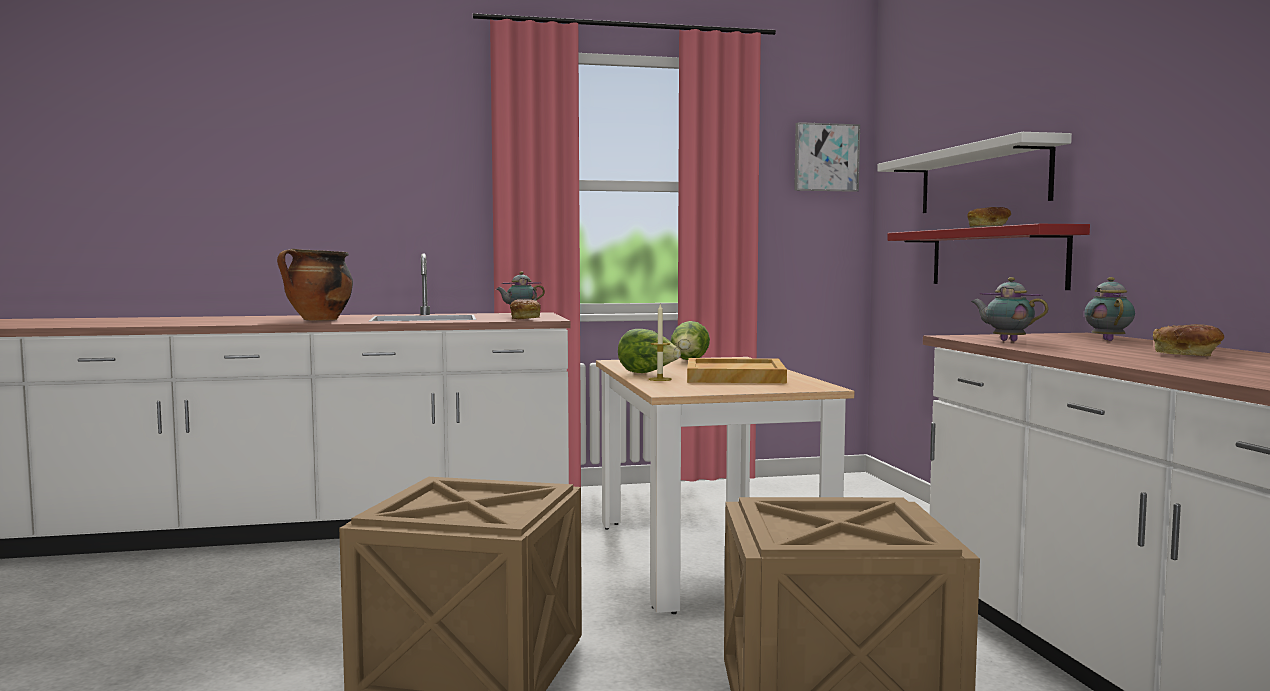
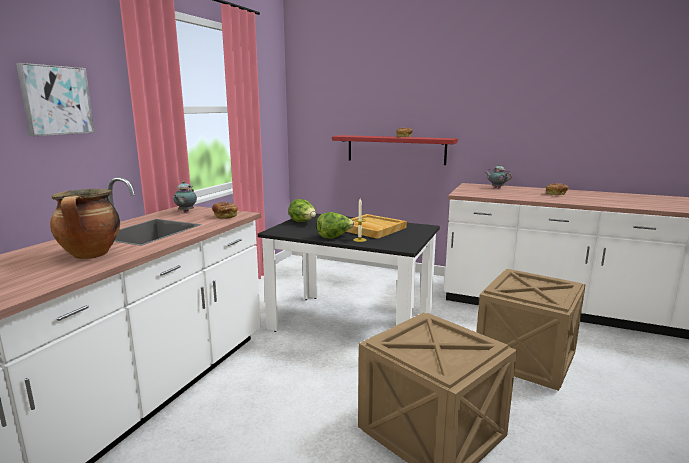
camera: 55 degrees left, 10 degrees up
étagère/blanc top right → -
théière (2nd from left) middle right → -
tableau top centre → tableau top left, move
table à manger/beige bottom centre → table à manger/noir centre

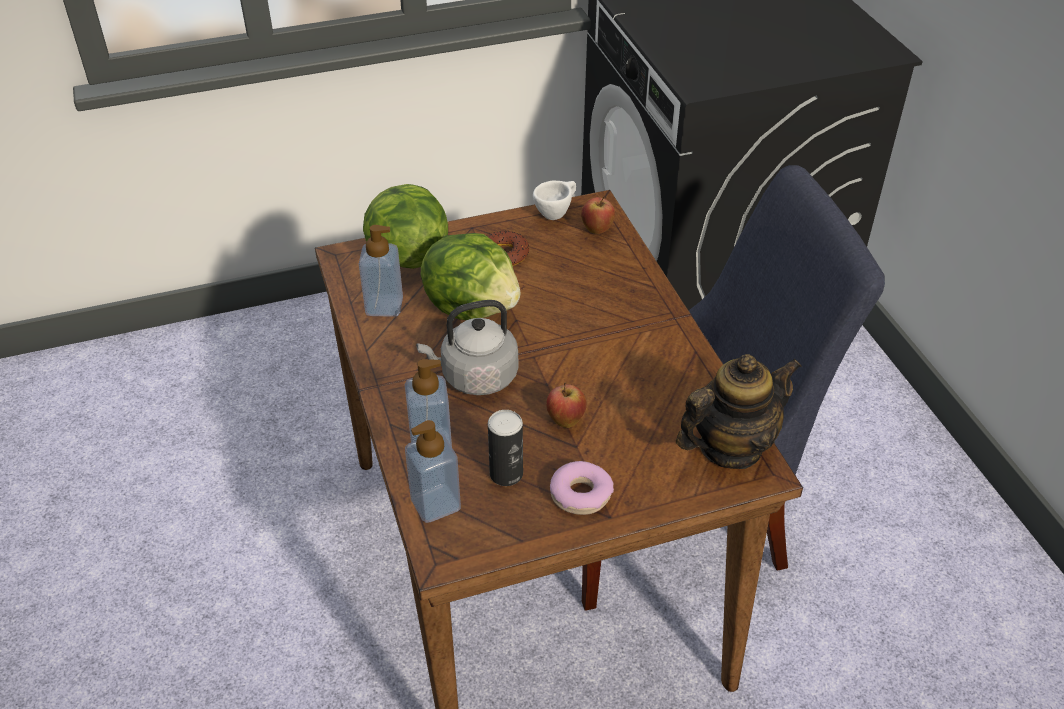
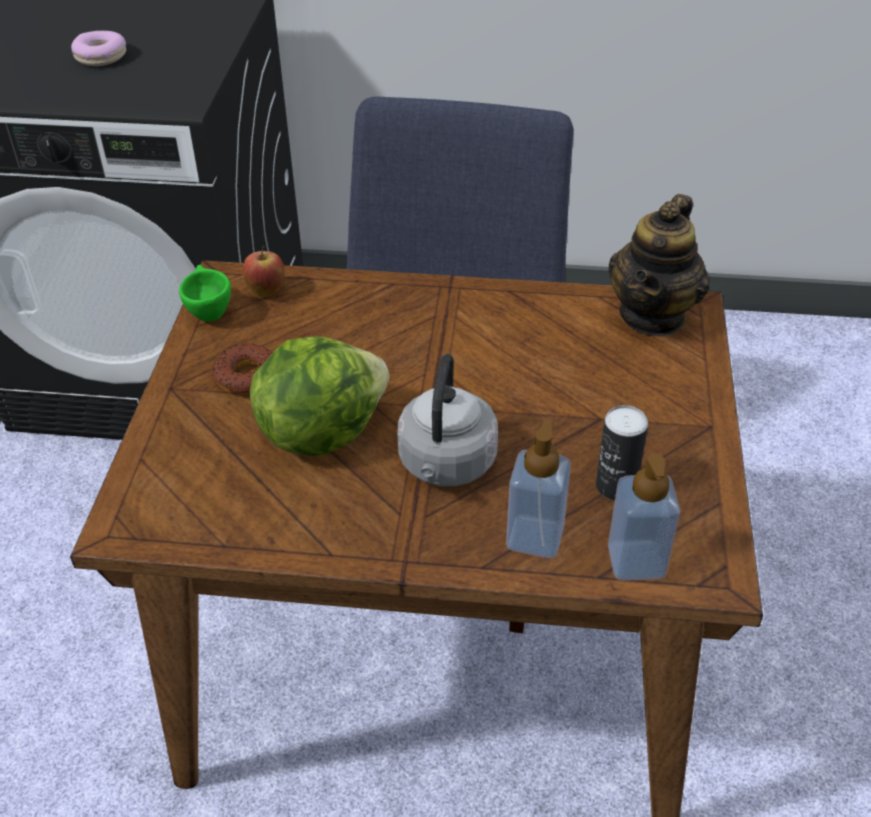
camera: 65 degrees left, 0 degrees up
distributeur de savon (1st from left) centre → -
laitue (1st from left) top centre → -
pomme (1st from left) centre → -
beignet (2nd from left in the first image) bottom centre → beignet (1st from left) top left, move
tasse/blanc top centre → tasse/vert middle left
théière middle right → théière top right, 150 degrees counterclockwise

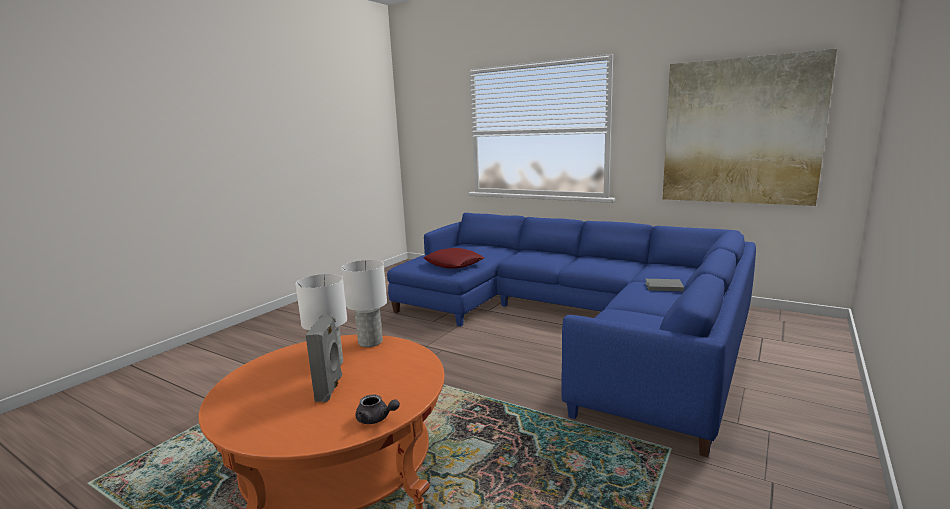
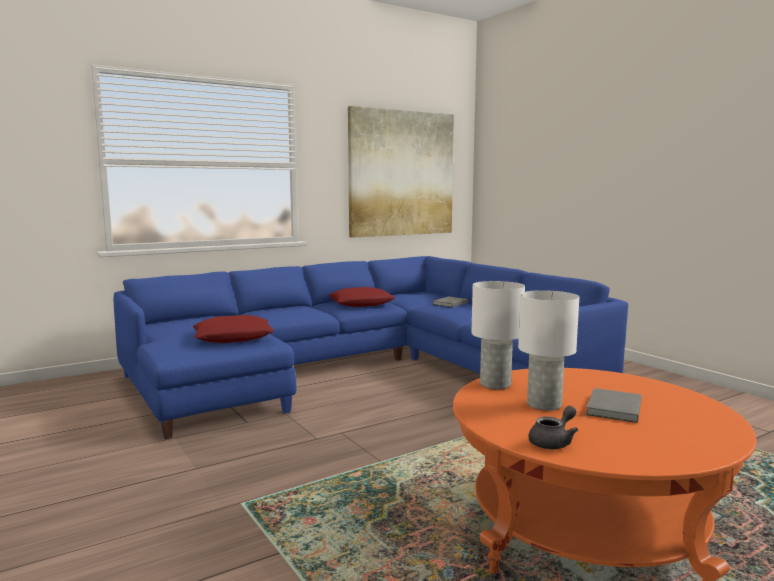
camera: 65 degrees left, 5 degrees down
- → coussin/rouge (2nd from left) centre
théière/gris bottom centre → théière/gris bottom right, move
enceinte/gris bottom centre → livre/gris (2nd from left) bottom right

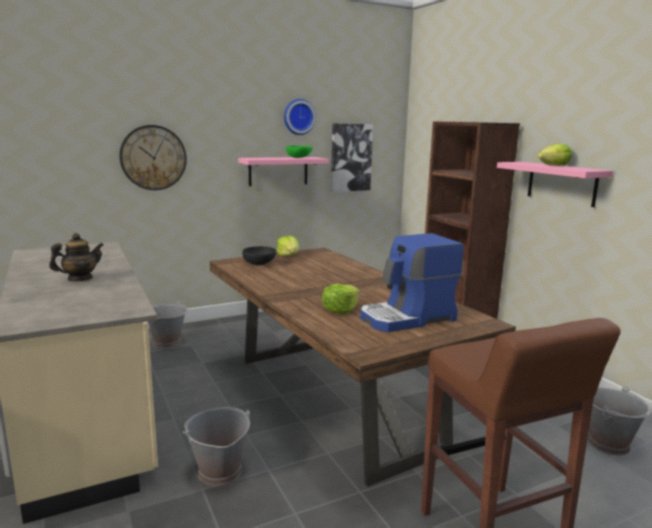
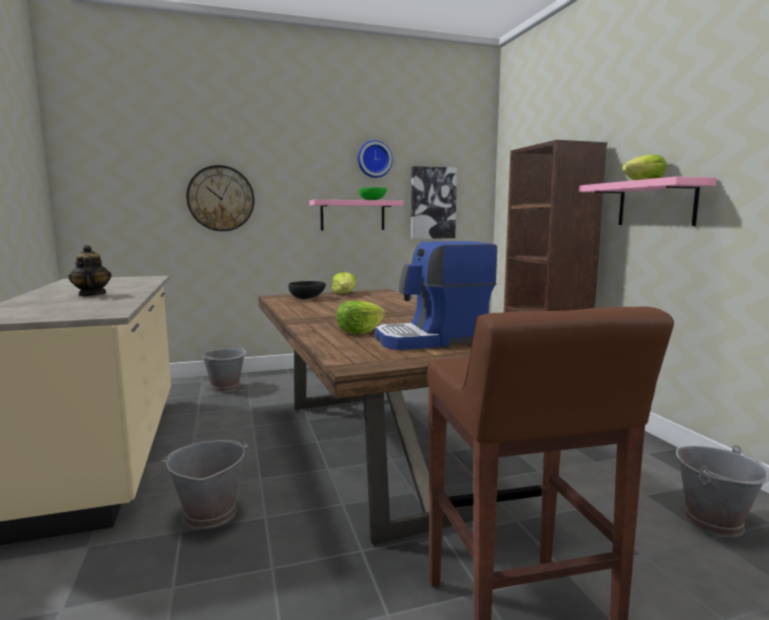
camera: 10 degrees right, 5 degrees down
théière middle left, 90 degrees counterclockwise

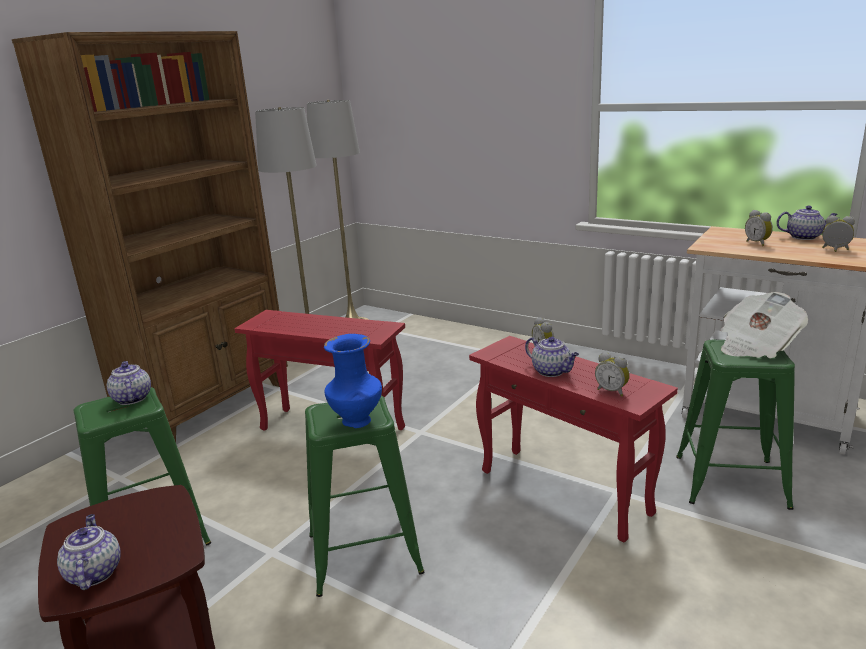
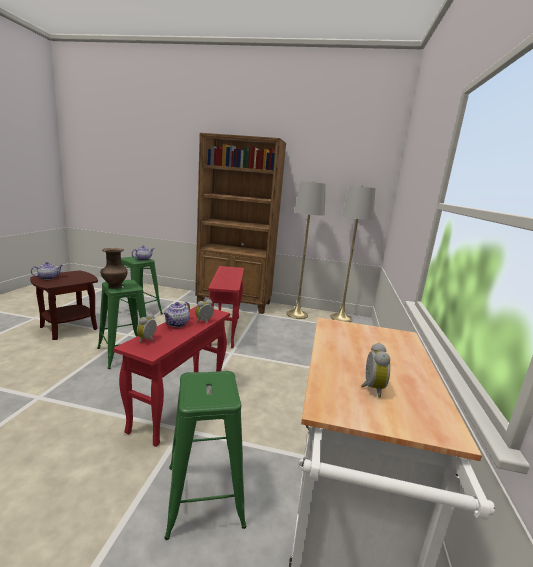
camera: 65 degrees right, 5 degrees down
journal middle right → -
réveil (3rd from left) middle right → -
théière (4th from left) middle right → -
vase/bleu centre → vase/marron middle left

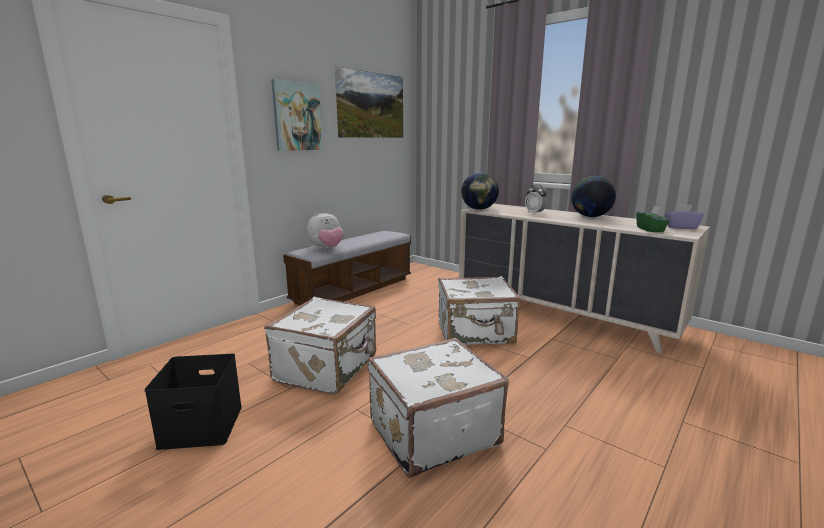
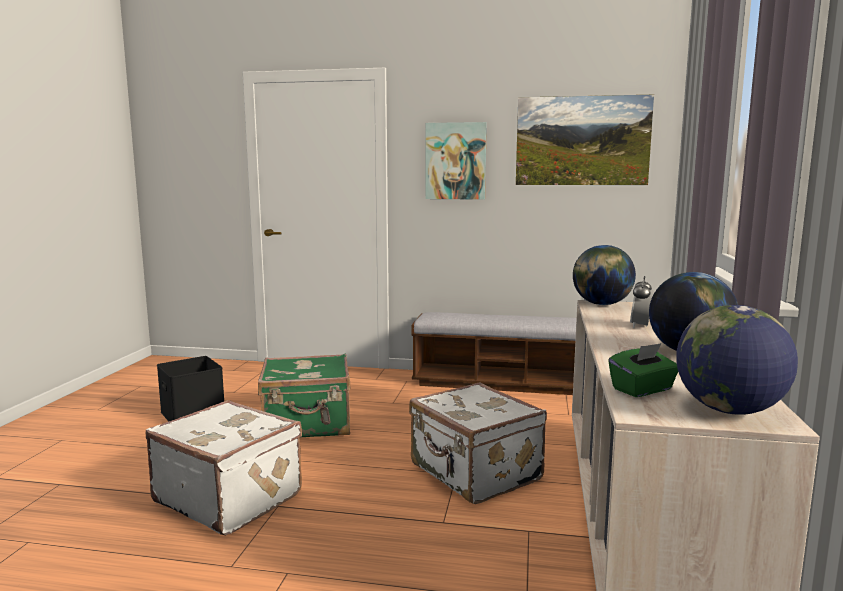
camera: 60 degrees right, 5 degrees down
peluche centre → -
boîte à mouchoirs/violet middle right → globe (3rd from left) middle right
valise/blanc (1st from left) centre → valise/vert bottom centre

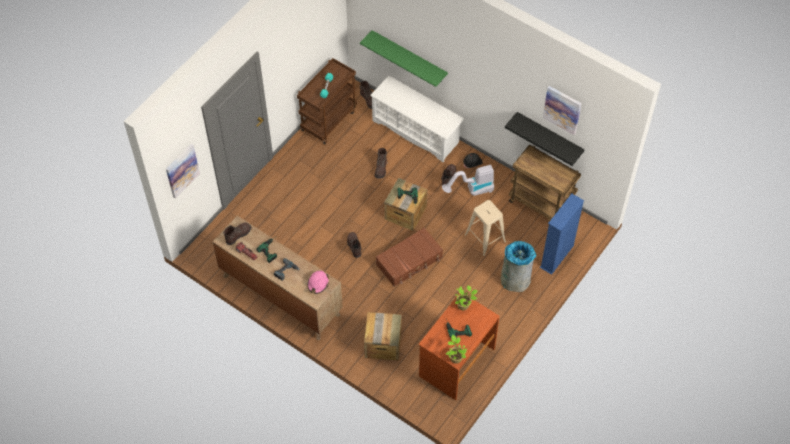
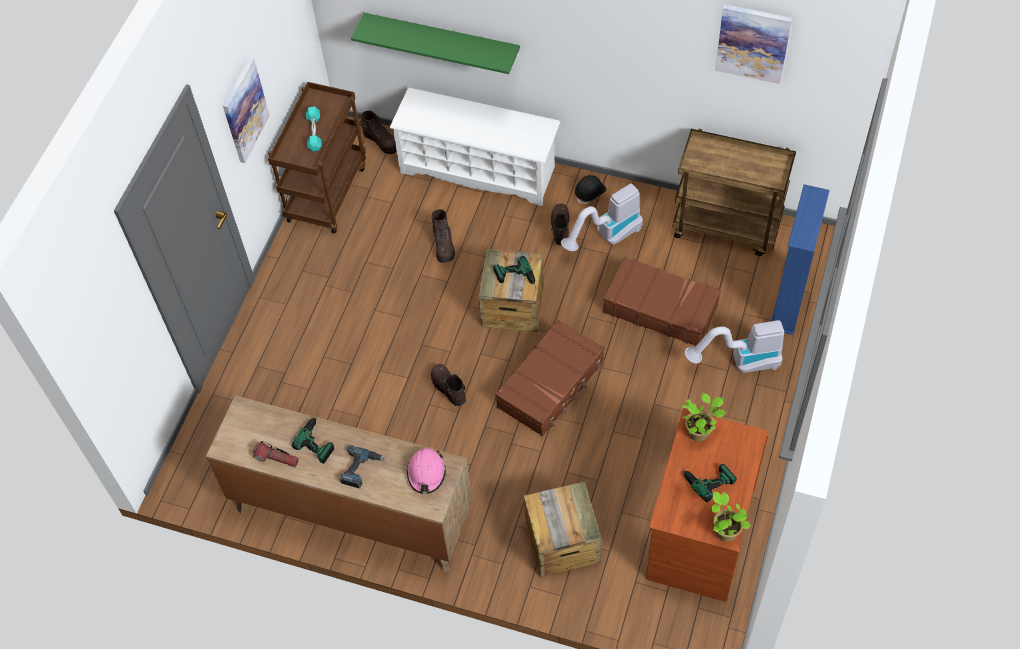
camera: 15 degrees left, 0 degrees up
botte/marron (1st from left) middle left → -
étagère/noir top right → -
tableau (1st from left) middle left → tableau (1st from left) top left, move
tabouret/beige centre → valise/marron (2nd from left) centre
poubelle/gris centre → aspirateur (2nd from left) middle right

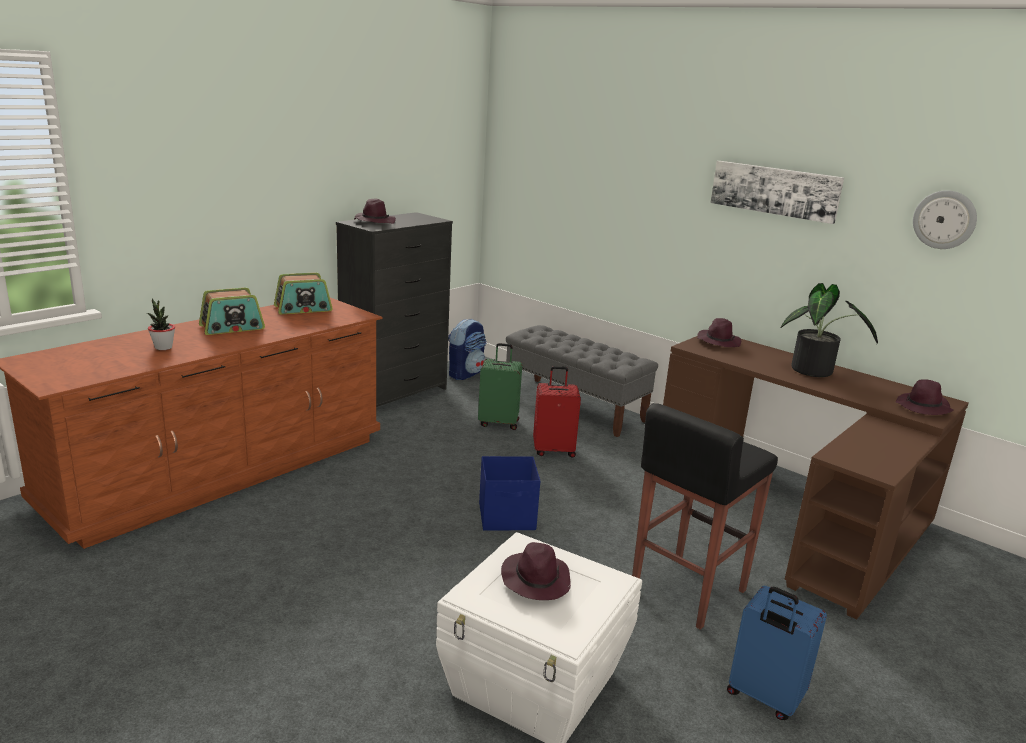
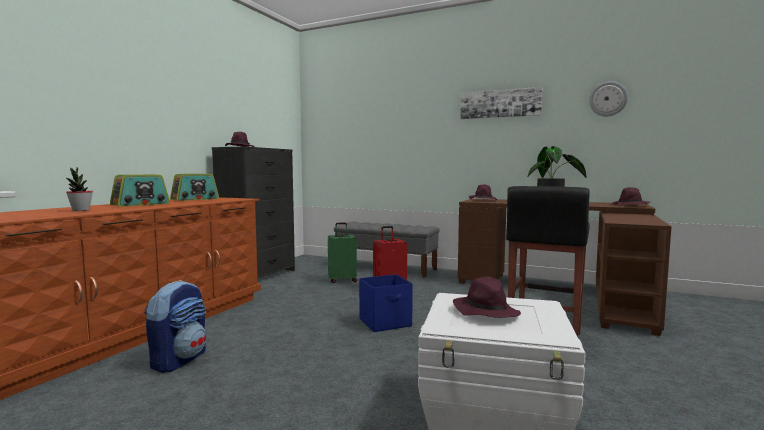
camera: 15 degrees left, 15 degrees down
valise/bleu bottom right → -
sac à dos centre → sac à dos bottom left, move

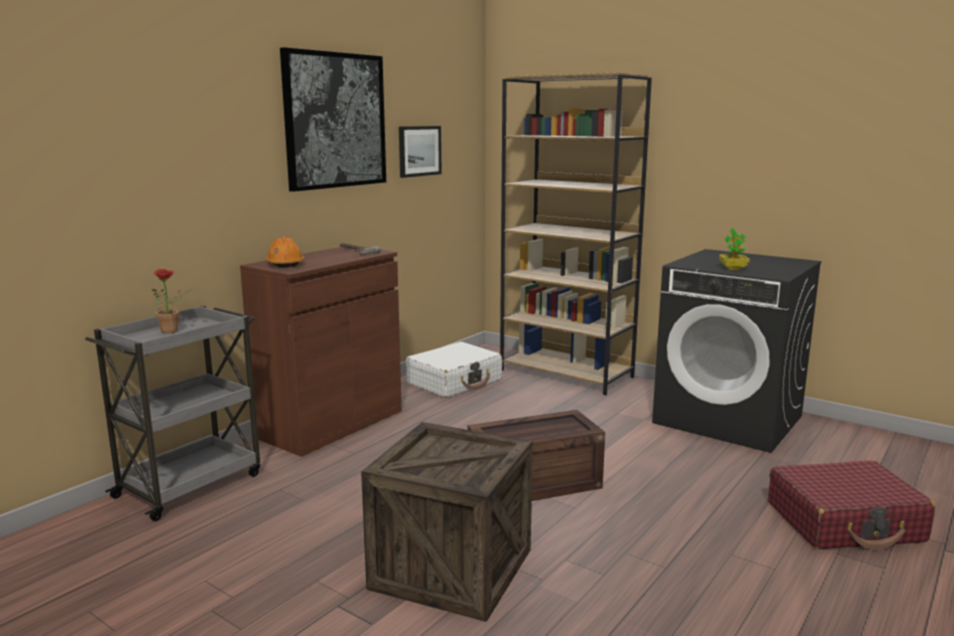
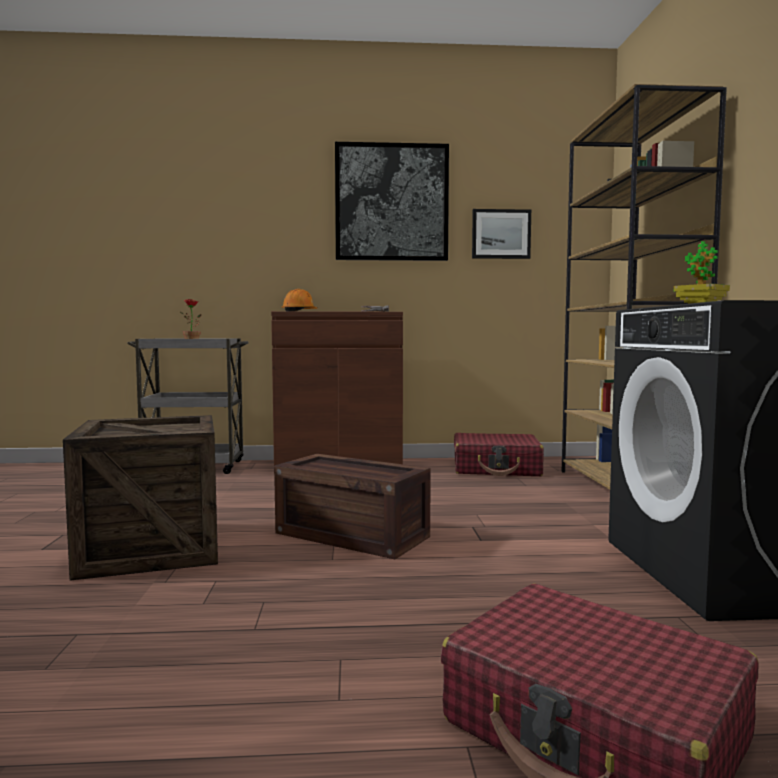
camera: 50 degrees right, 10 degrees down
valise/blanc centre → valise/rouge (1st from left) centre

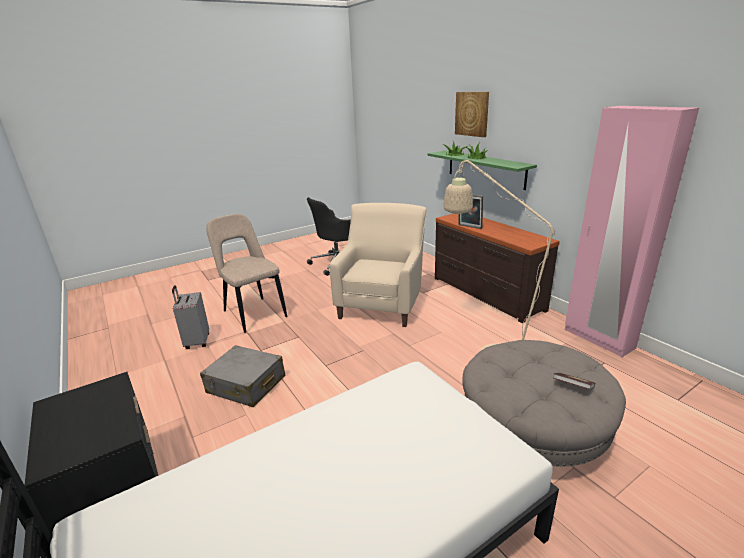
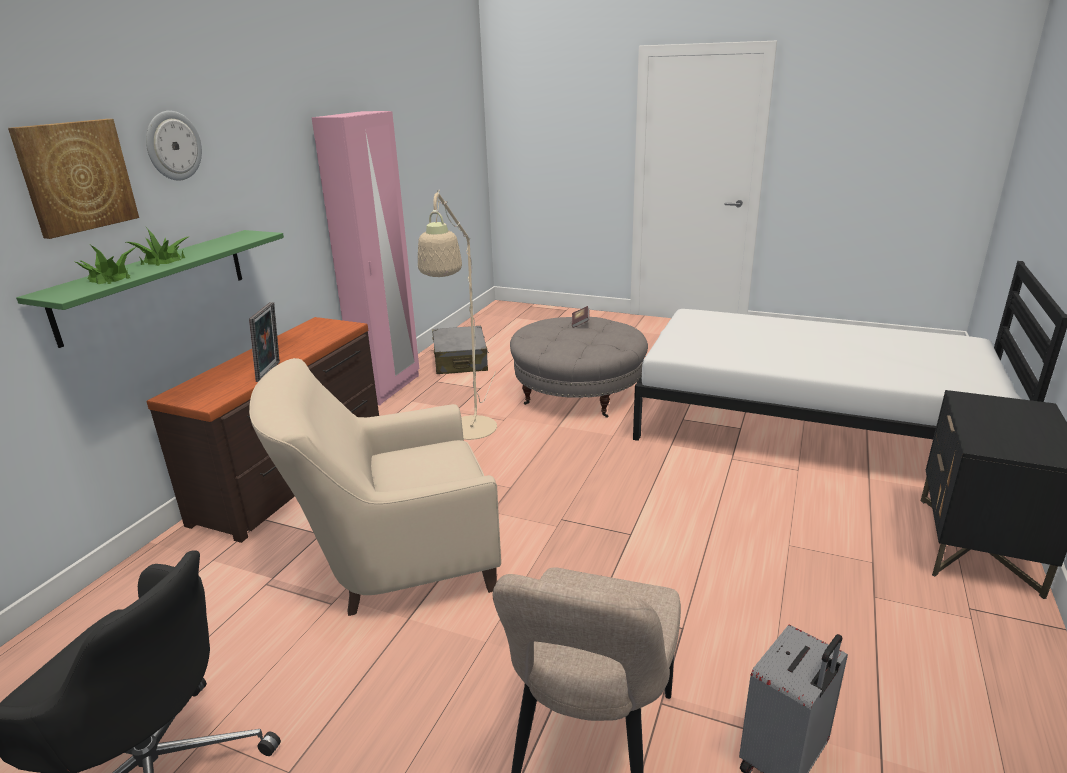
camera: 125 degrees left, 0 degrees up
- → horloge murale top left
valise/gris (2nd from left in the first image) bottom left → valise/gris (1st from left) centre, move

